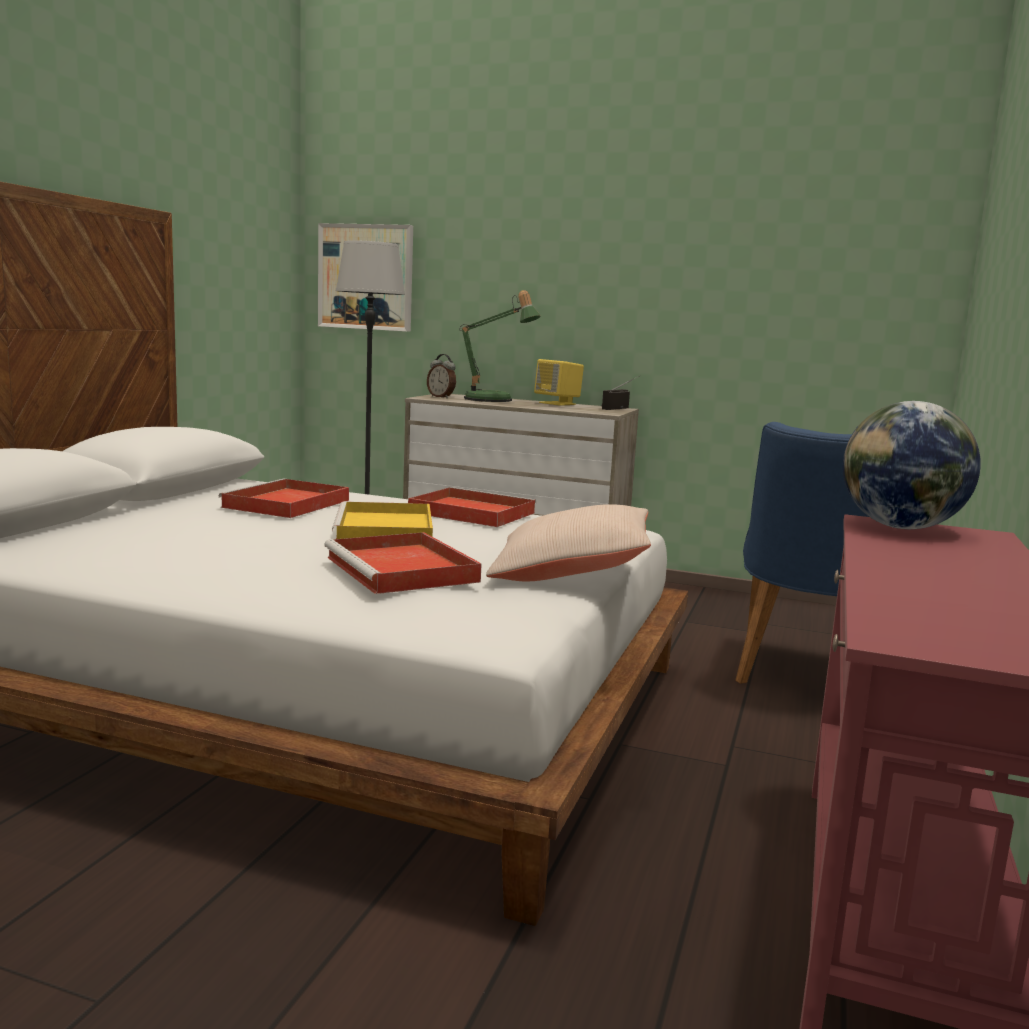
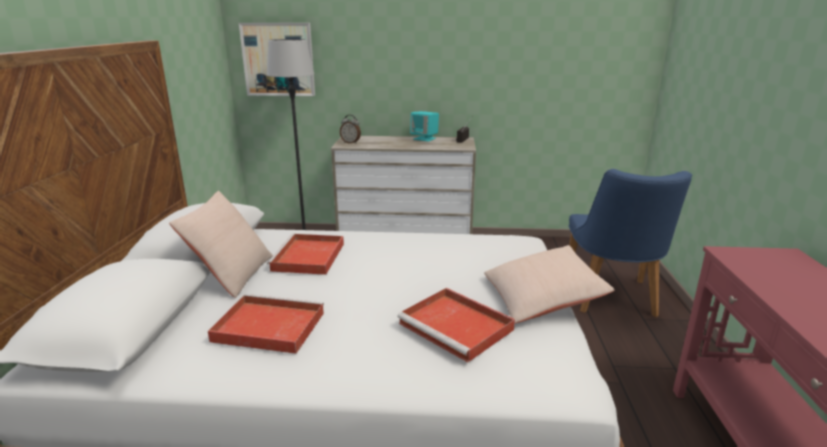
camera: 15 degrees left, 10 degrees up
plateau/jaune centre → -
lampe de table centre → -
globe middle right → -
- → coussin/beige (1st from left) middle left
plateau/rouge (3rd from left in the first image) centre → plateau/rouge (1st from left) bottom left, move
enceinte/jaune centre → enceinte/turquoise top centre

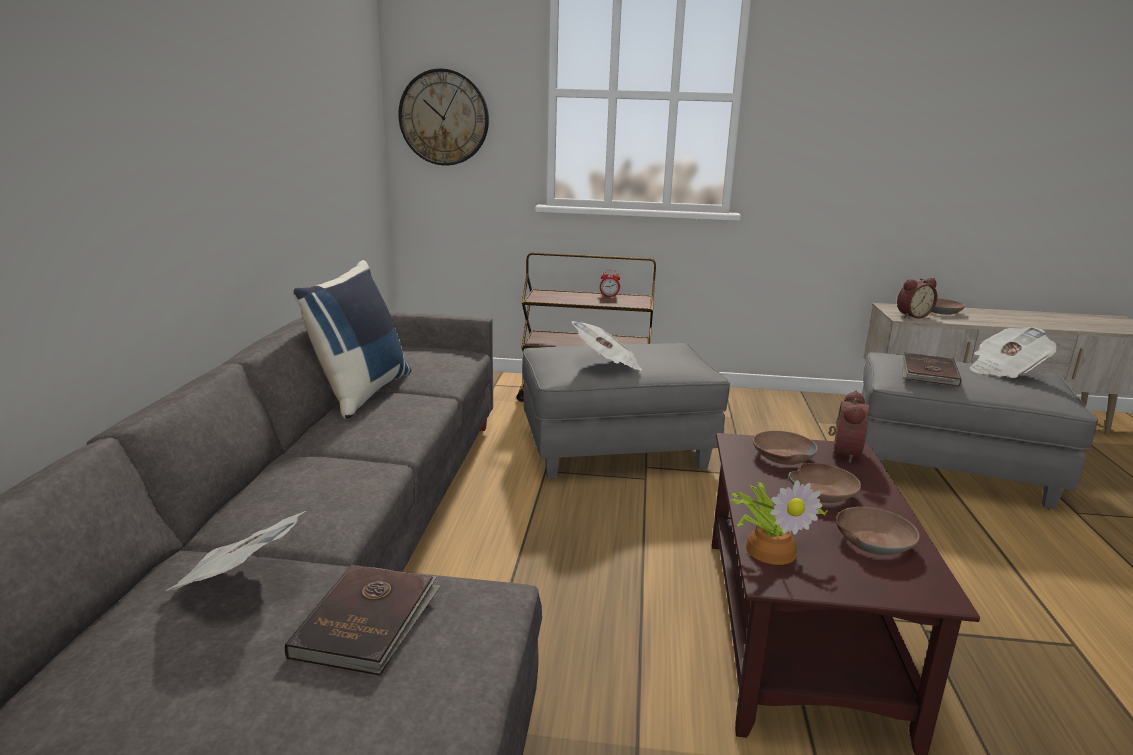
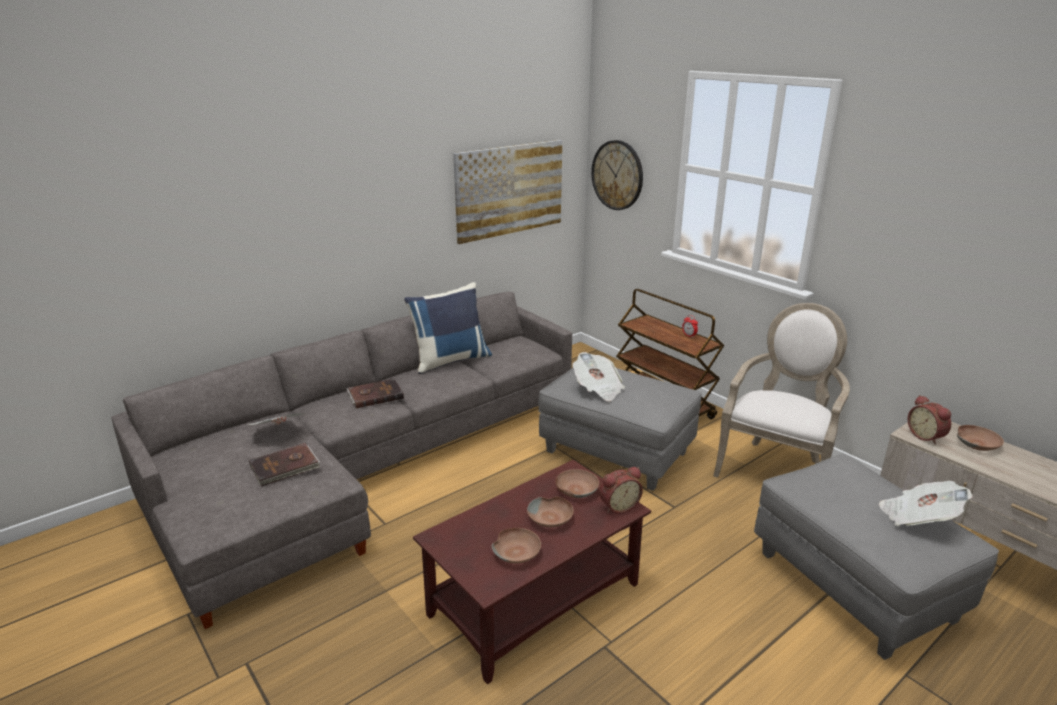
camera: 45 degrees right, 5 degrees up
plante en pot bottom right → -
- → tableau top centre
- → fauteuil middle right
livre/marron (2nd from left) middle right → livre/marron (2nd from left) centre, move
réveil (3rd from left) middle right, 45 degrees clockwise

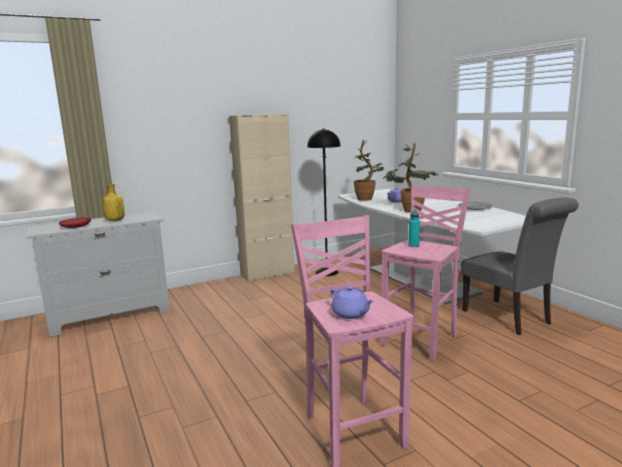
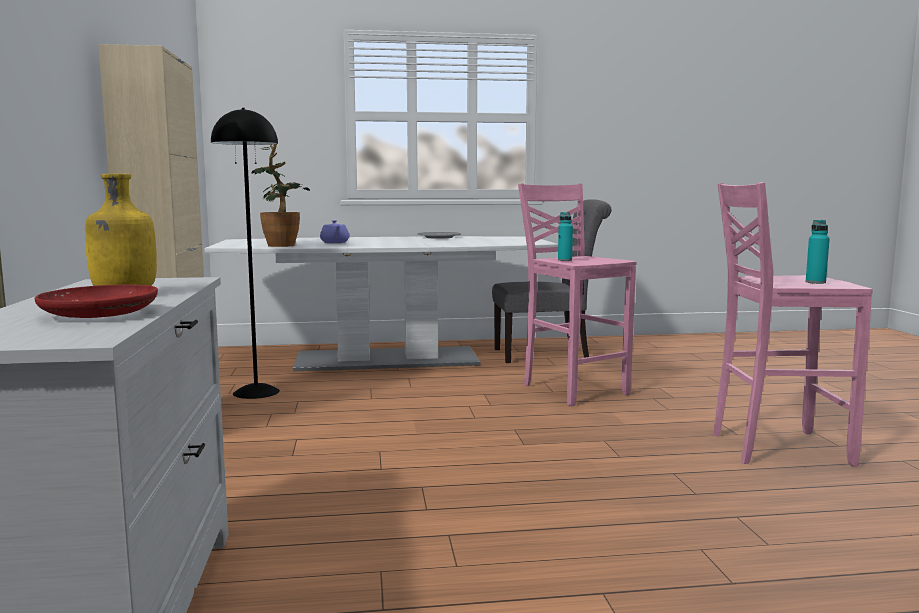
camera: 70 degrees left, 5 degrees down
plante en pot (2nd from left) centre → -
théière/violet (1st from left) centre → bouteille/turquoise (2nd from left) middle right

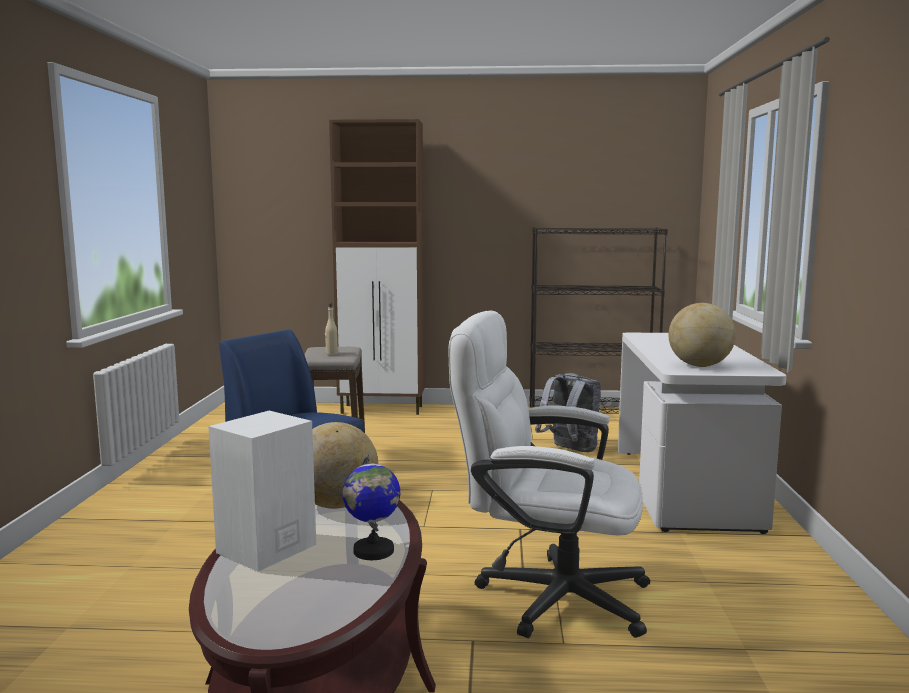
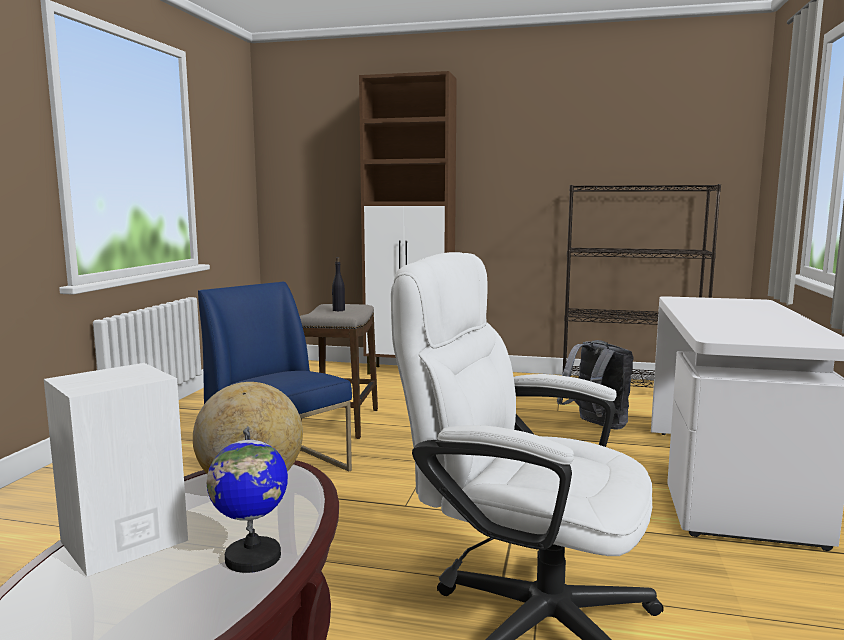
camera: 10 degrees right, 0 degrees up
globe (3rd from left) middle right → -
bouteille/beige centre → bouteille/noir centre

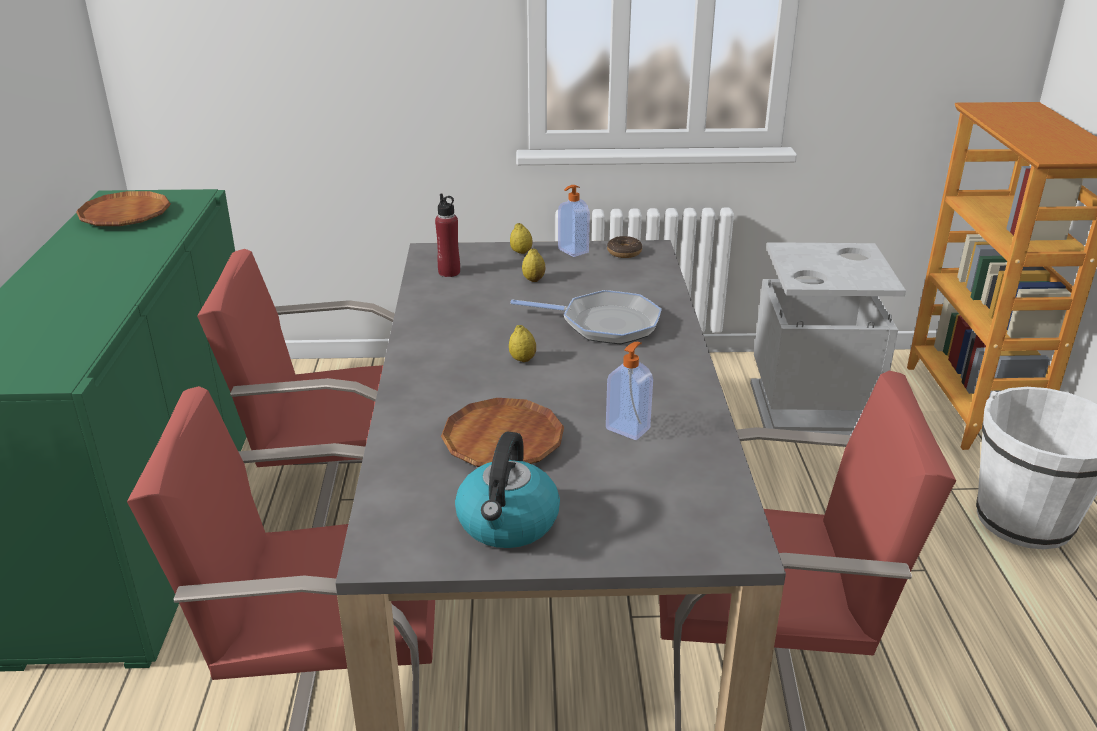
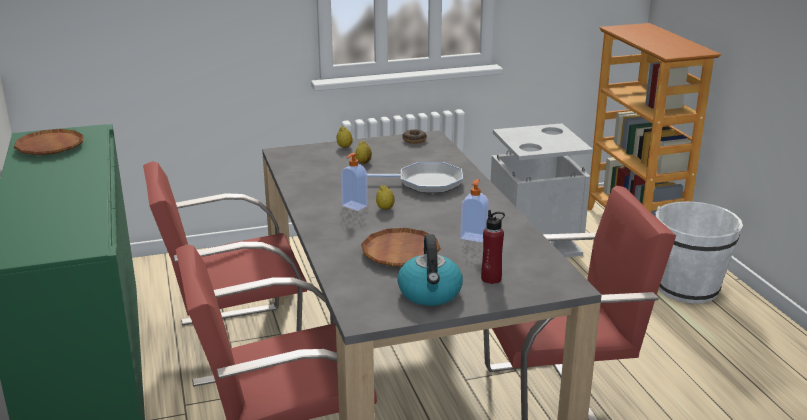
camera: 15 degrees left, 5 degrees down
bouteille/rouge top centre → bouteille/rouge centre, move
distributeur de savon (1st from left) top centre → distributeur de savon (1st from left) centre, move

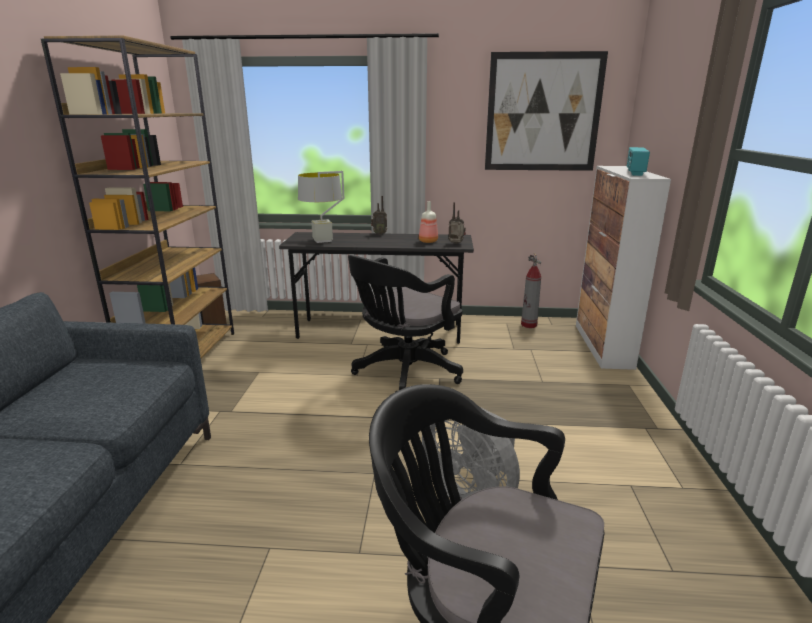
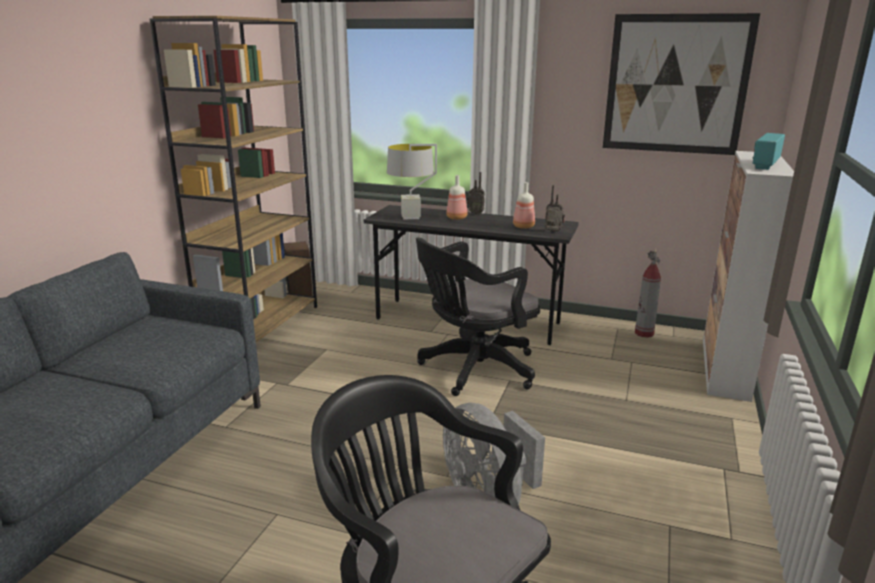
camera: 15 degrees right, 0 degrees up
- → bouteille (1st from left) centre

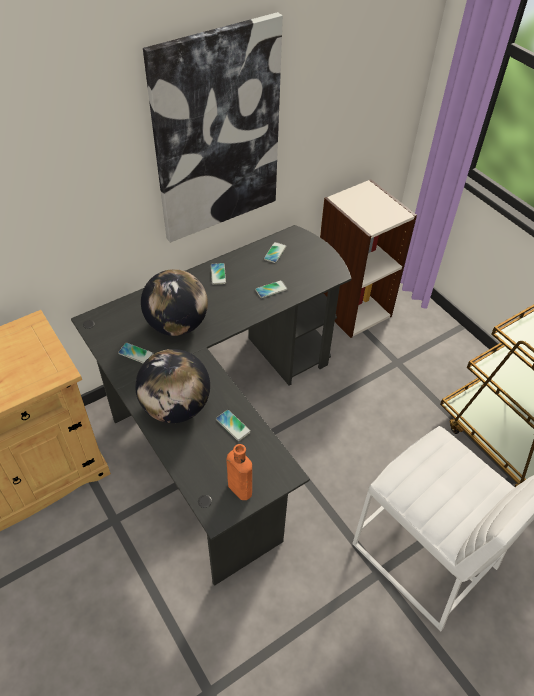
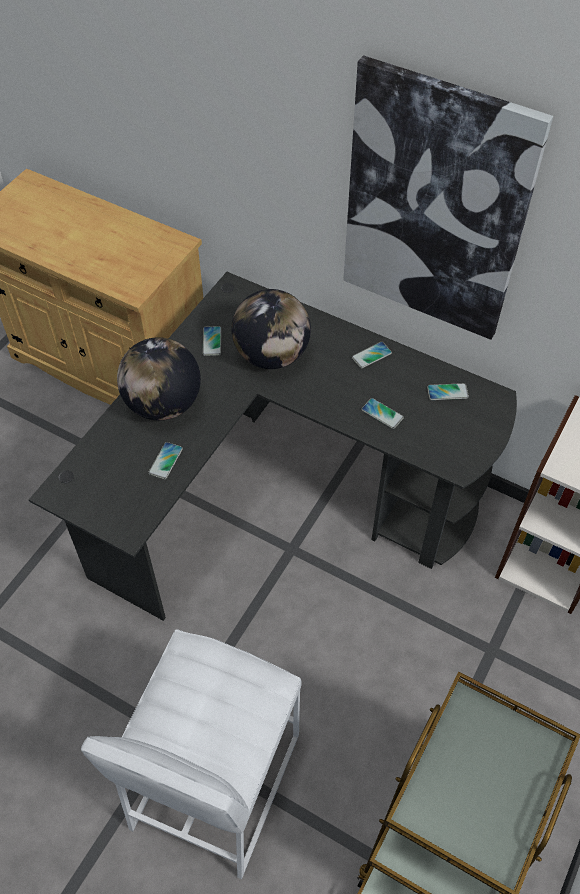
camera: 65 degrees right, 5 degrees up
bouteille/orange bottom centre → -

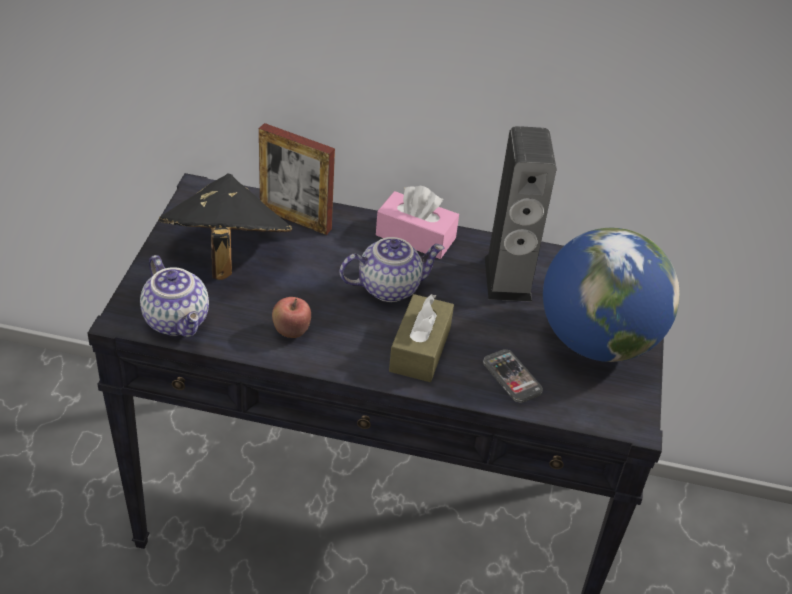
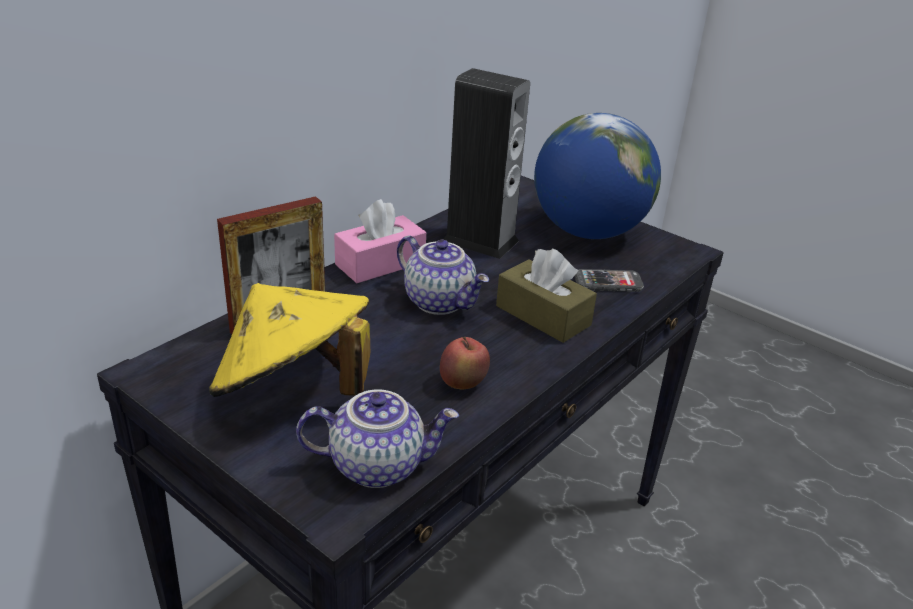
camera: 60 degrees left, 10 degrees down
chapeau/noir middle left → chapeau/jaune middle left
théière (2nd from left) centre, 120 degrees clockwise

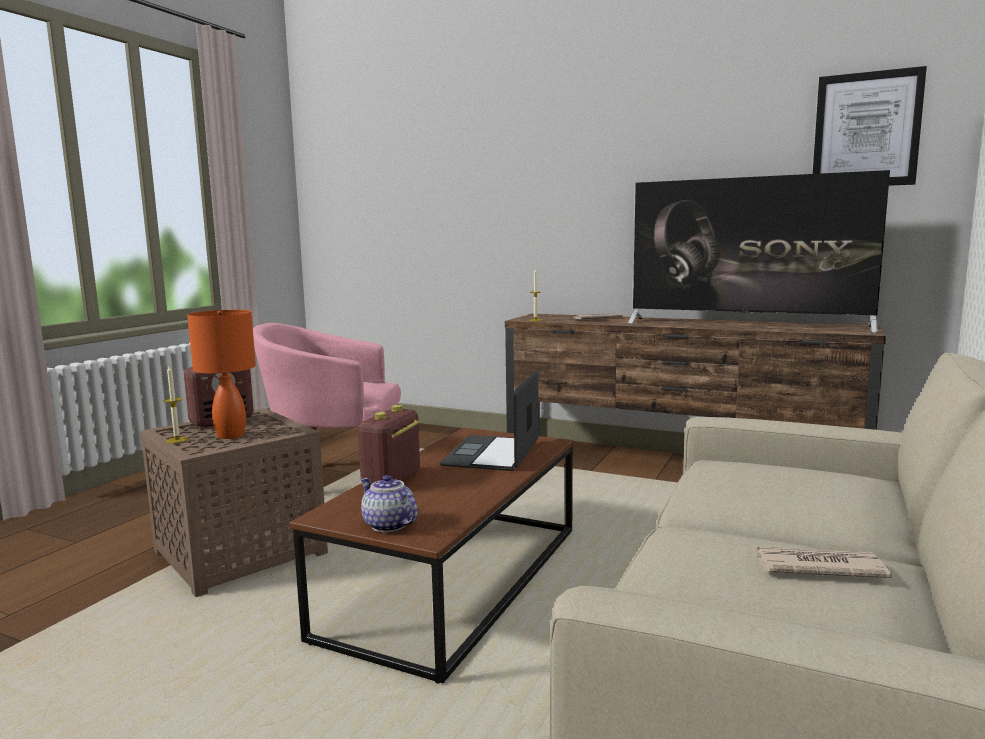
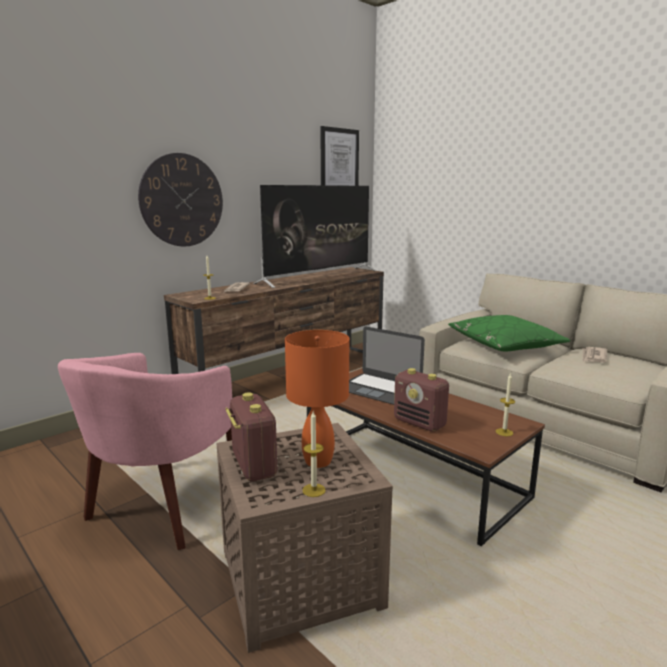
camera: 70 degrees left, 5 degrees up
- → horloge murale top left
- → coussin/vert middle right
théière bottom centre → bougie (3rd from left) middle right

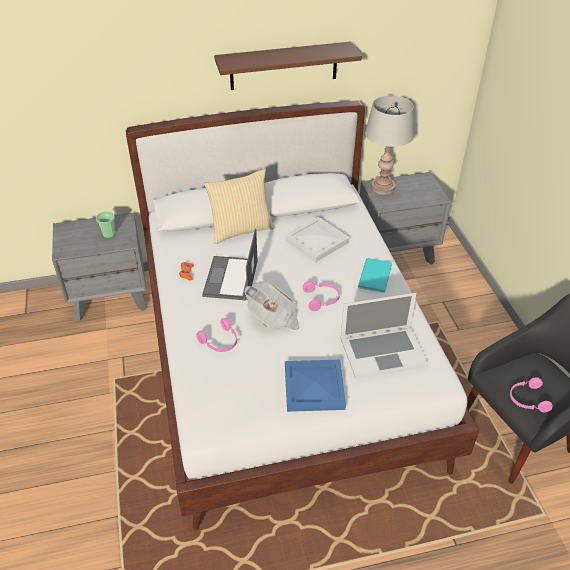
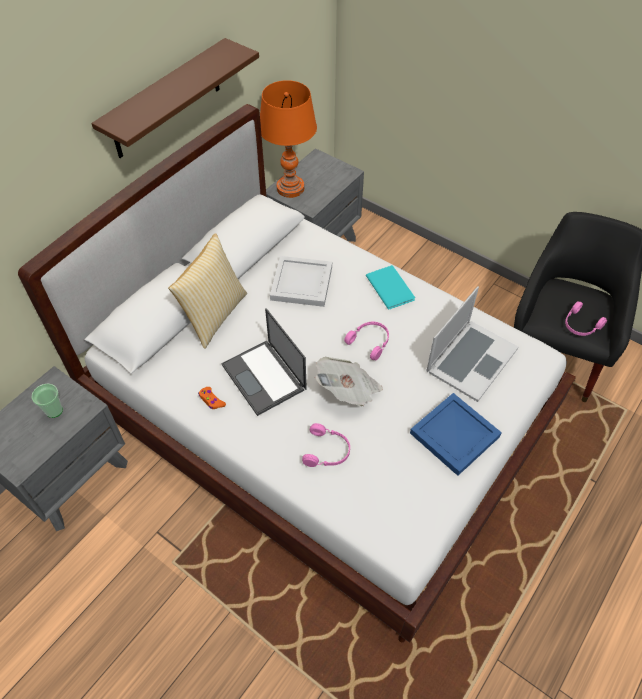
camera: 40 degrees left, 10 degrees up
lampe de table/gris top right → lampe de table/orange top centre

